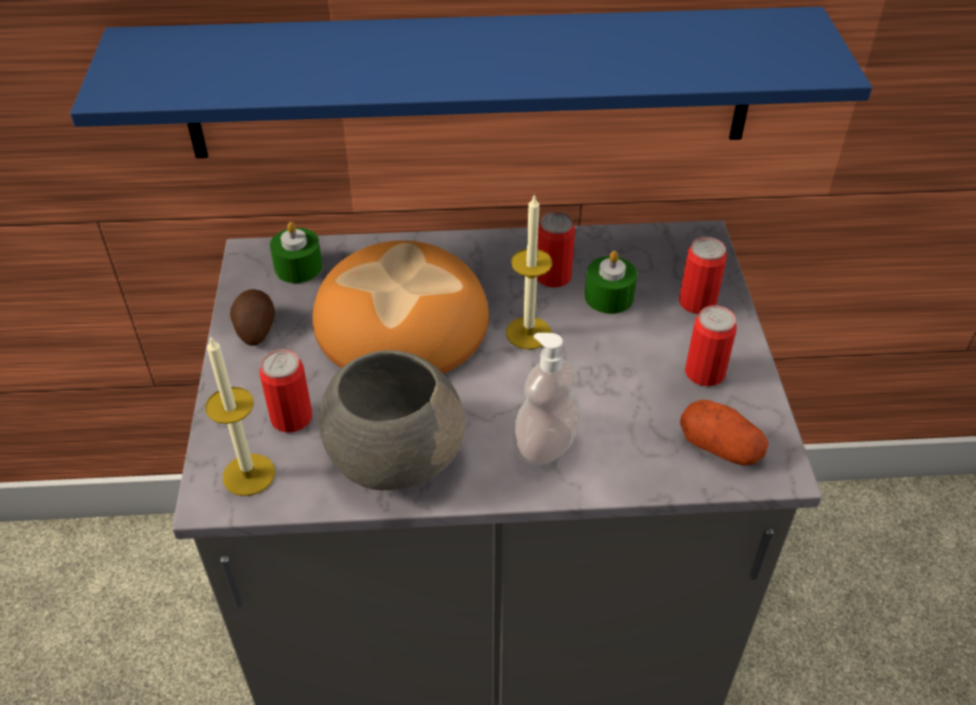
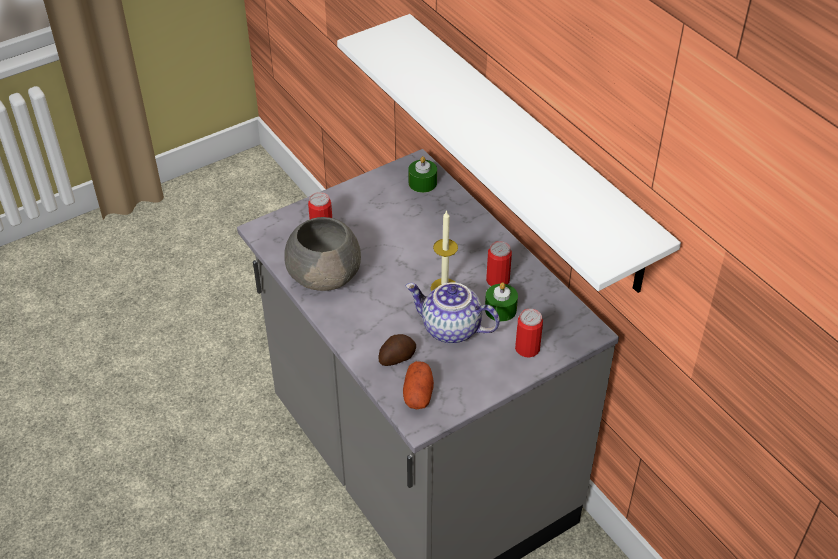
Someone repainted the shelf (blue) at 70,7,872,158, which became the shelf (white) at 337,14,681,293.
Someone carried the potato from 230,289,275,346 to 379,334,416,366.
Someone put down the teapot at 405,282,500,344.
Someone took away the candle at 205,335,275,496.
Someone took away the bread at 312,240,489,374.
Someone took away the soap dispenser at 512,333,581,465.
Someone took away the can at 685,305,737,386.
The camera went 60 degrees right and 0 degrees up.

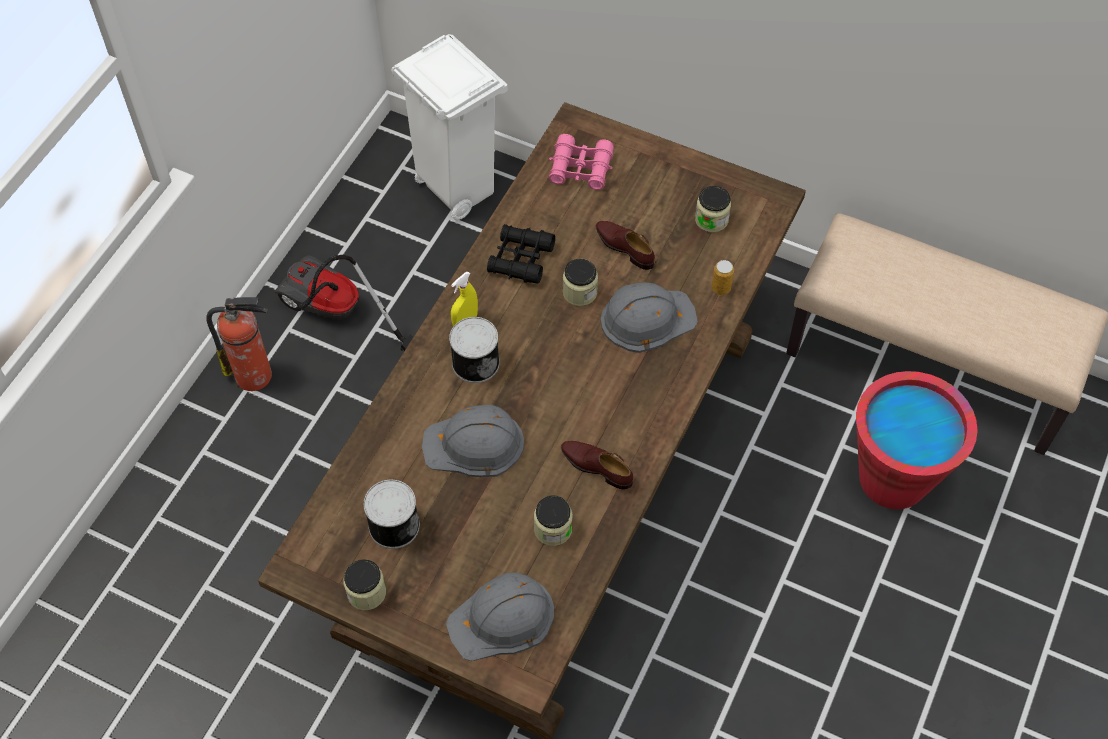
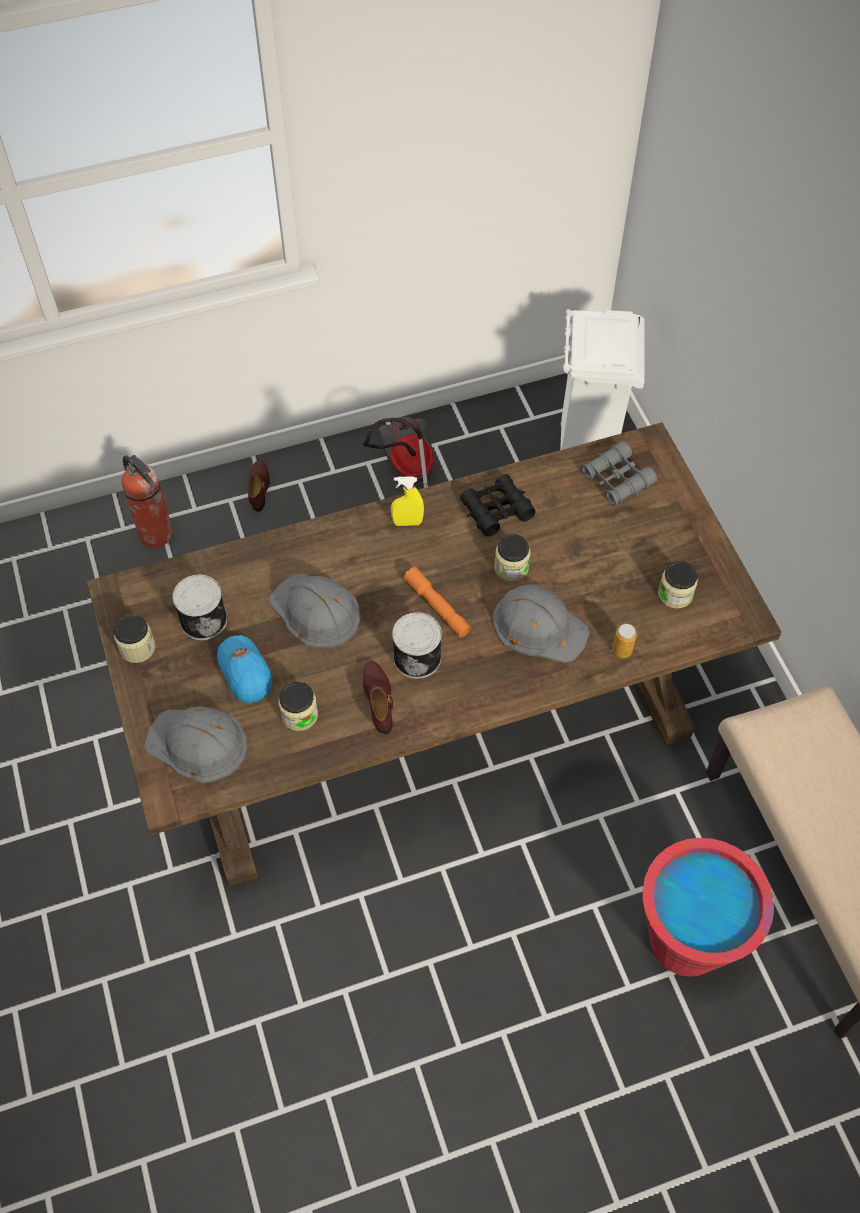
Someone carried the fire extinguisher from 206,297,272,391 to 122,455,173,548.
Someone put down the cap (blue) at 217,635,273,704.
Someone carried the shoe (brown) from 596,221,655,270 to 248,460,270,512.
Someone carried the can from 449,317,500,383 to 392,612,442,679.
Someone put down the flashlight (orange) at 403,567,471,638.
Someone repainted the binoculars (pink) at 549,134,614,190, which became the binoculars (grey) at 581,441,657,506.
The camera went 45 degrees right and 0 degrees up.

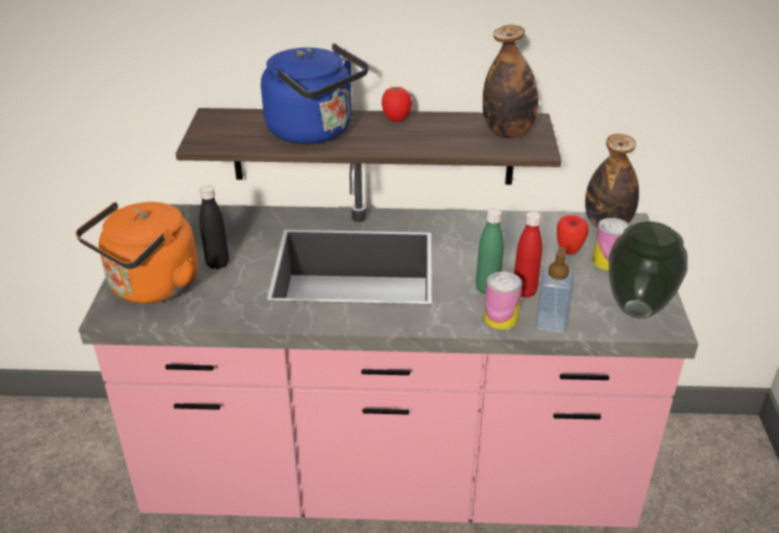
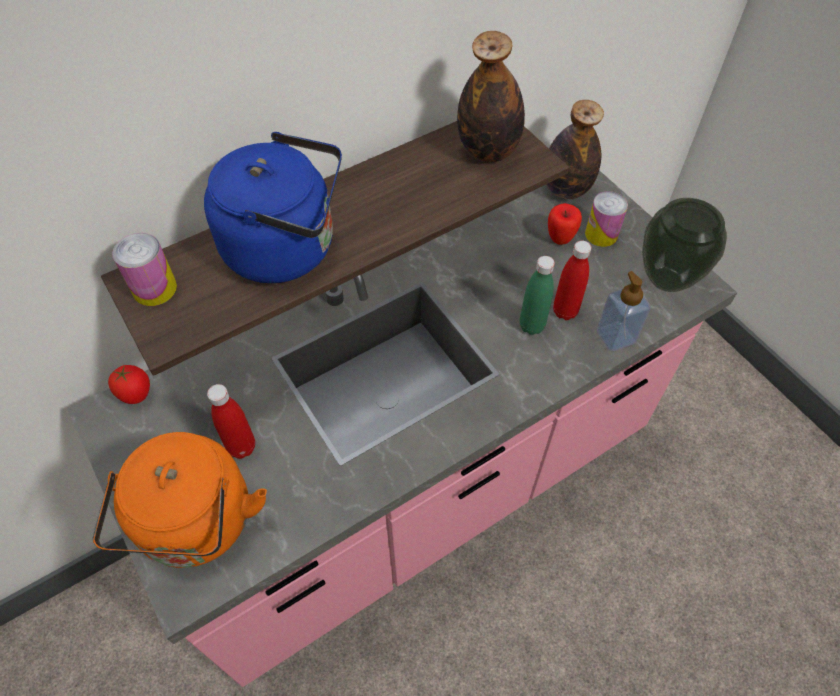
Someone carried the tomato from 382,86,412,122 to 108,365,150,404.
Someone carried the can from 484,271,522,330 to 112,233,177,306.
Someone repainted the bottle (black) at 199,186,229,269, which became the bottle (red) at 207,384,255,459.
The camera went 35 degrees left and 20 degrees up.

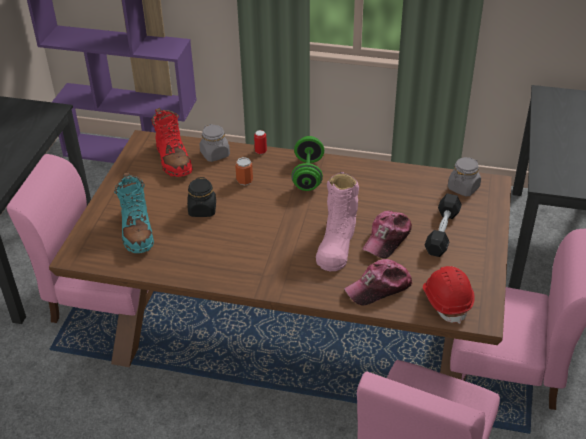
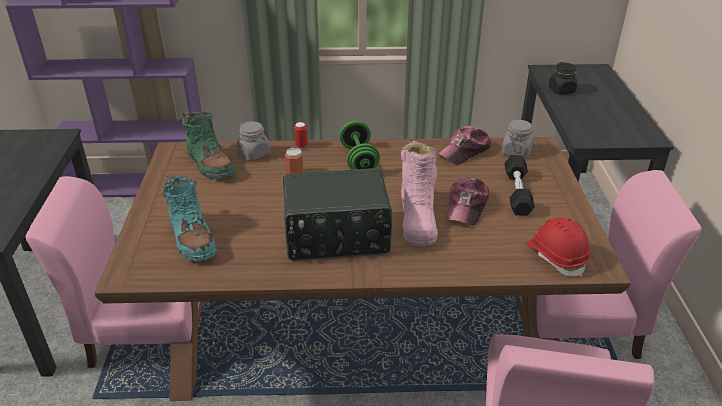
Someone repainted the boot (red) at 152,108,193,177, which became the boot (green) at 182,111,236,179.
Someone put down the radio at 283,168,392,261.
Someone carried the cap from 344,259,413,305 to 438,126,491,165.
Someone carried the jar (black) from 187,177,216,217 to 548,62,578,94.
The camera went 15 degrees left and 5 degrees down.

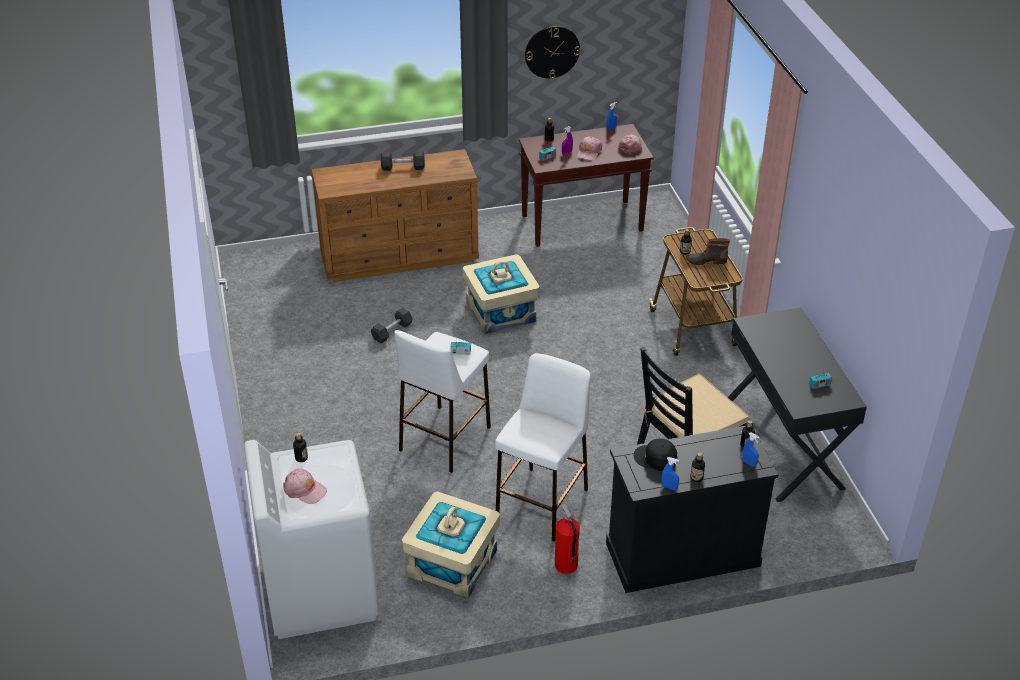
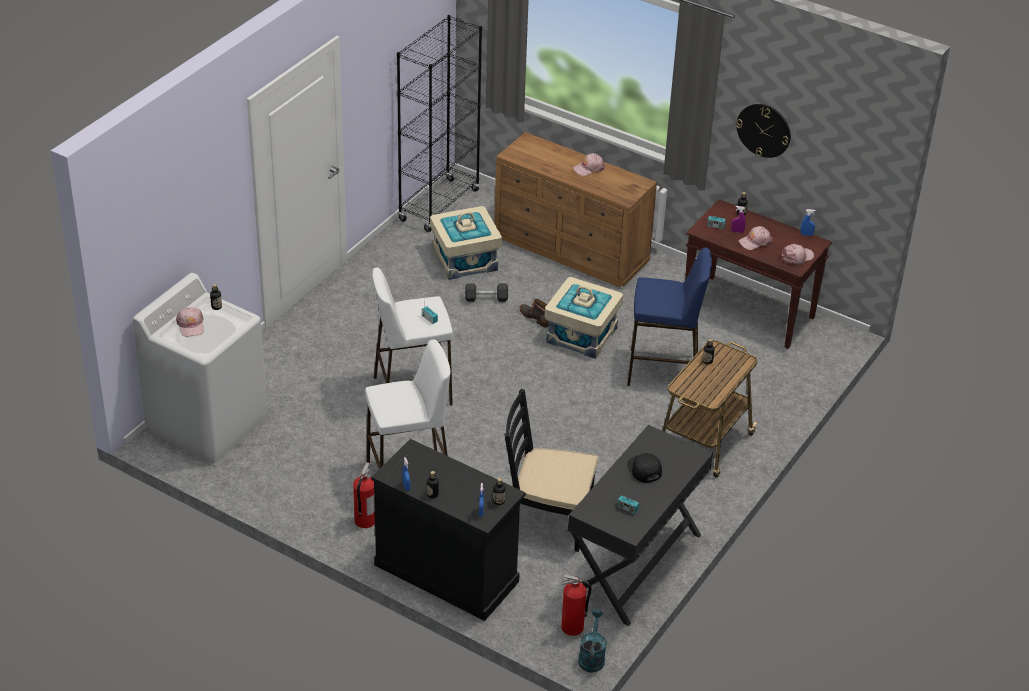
Someone put down the bookcase (black) at 397,15,482,232.
Someone carried the storage box (beige) from 402,491,500,598 to 430,206,502,280.
Someone carried the boot from 686,238,730,265 to 520,299,549,327.
Someone put down the fire extinguisher at 561,574,591,636.
Someone swapped the dumbbell (grey) at 381,151,425,171 for the cap (pink) at 573,153,606,176.
Someone put down the watering can (turquoise) at 578,610,607,673.
Someone put down the stool (blue) at 627,248,712,386.
Someone carried the cap (black) from 634,439,677,471 to 627,453,662,483.
The camera went 45 degrees right and 0 degrees up.

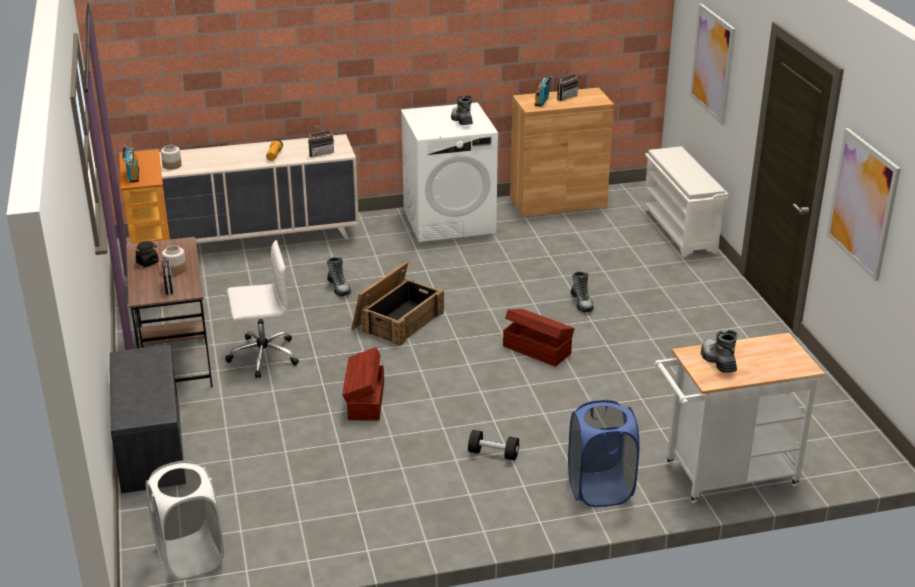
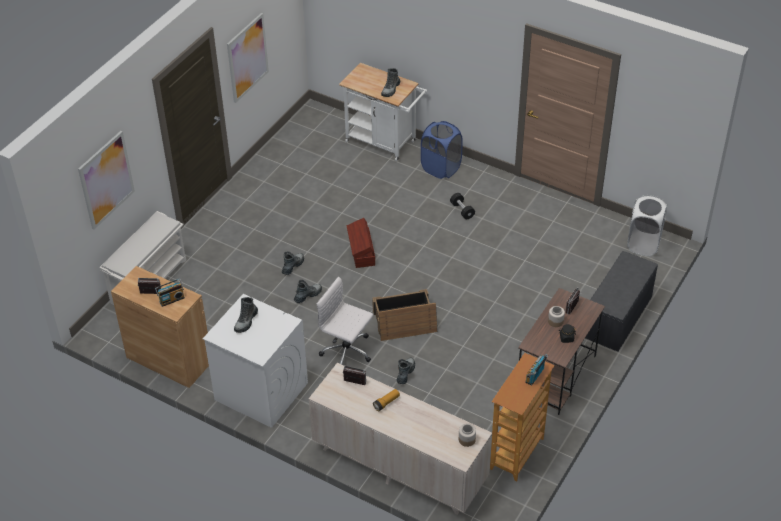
Someone put down the boot at 294,280,322,303.
Someone carried the office chair (white) from 225,240,299,378 to 317,277,373,365.
Someone took away the storage box (brown) at 342,347,384,421.
The camera went 135 degrees left and 15 degrees up.

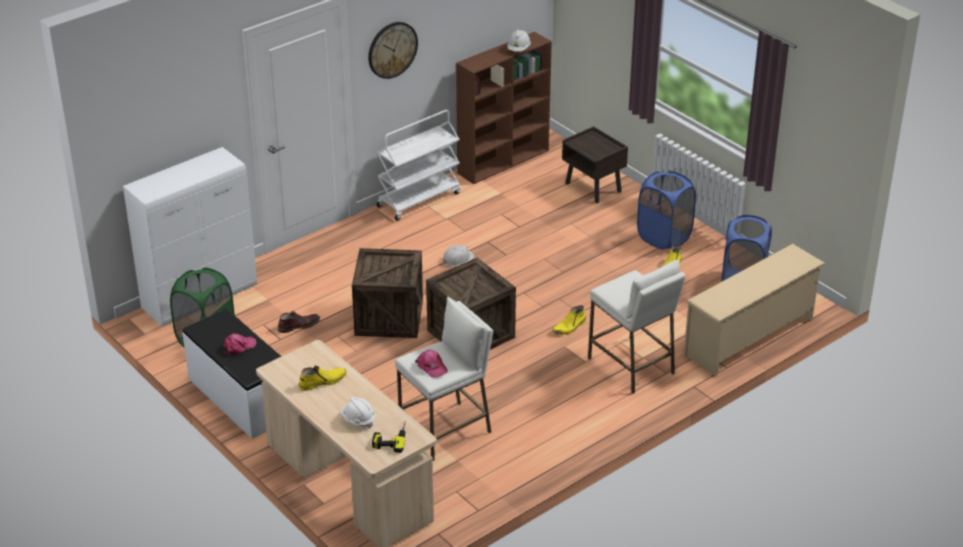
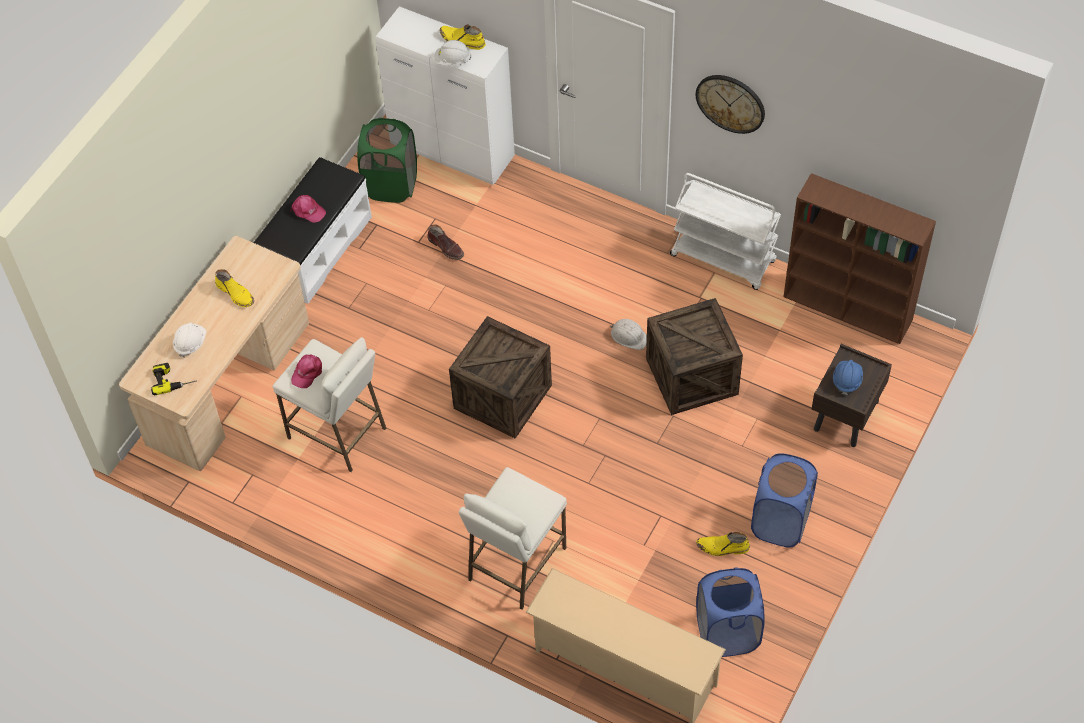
Someone carried the hard hat (white) from 507,30,531,52 to 434,40,471,66.
Someone carried the boot (yellow) from 552,305,586,335 to 439,24,486,50.
Someone carried the crate from 352,248,423,338 to 646,298,743,415.
Someone put down the hard hat (blue) at 833,360,863,395.
The camera went 70 degrees right and 20 degrees up.

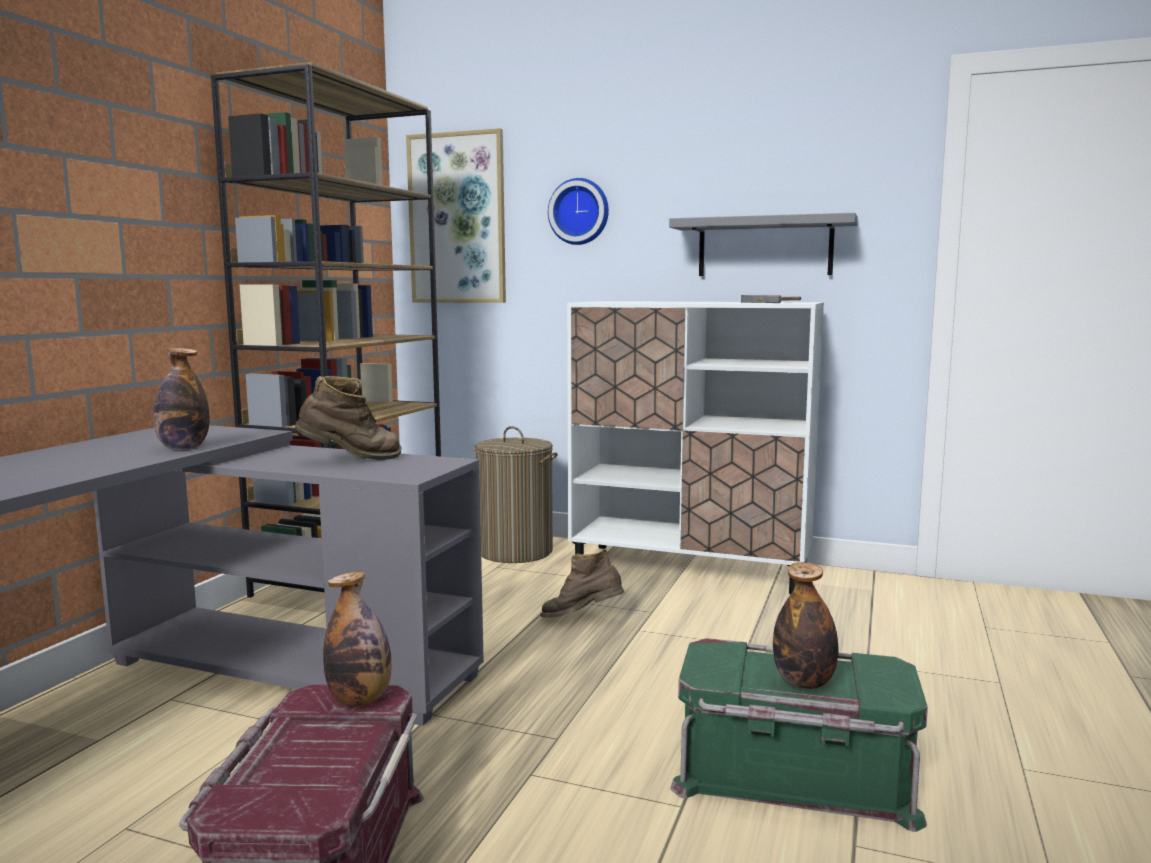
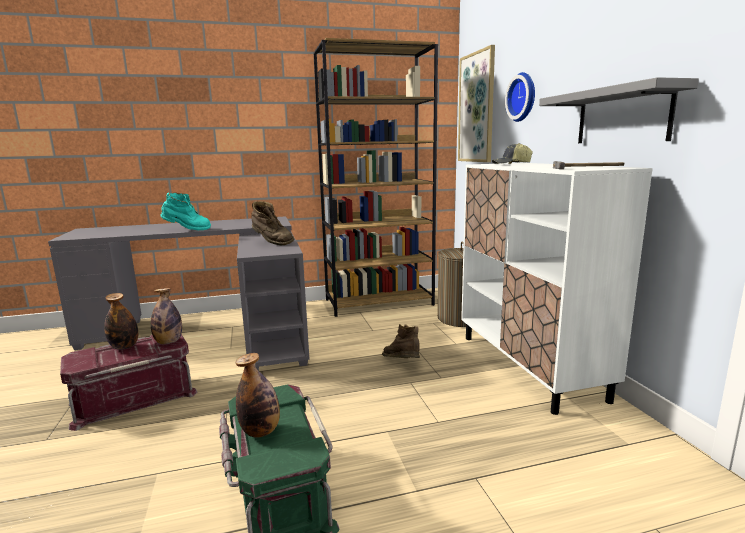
Someone carried the bottle from 153,348,210,449 to 104,293,138,350.
Someone put down the boot (turquoise) at 161,193,211,230.
Someone put down the cap at 492,143,533,164.
The camera went 55 degrees right and 5 degrees up.

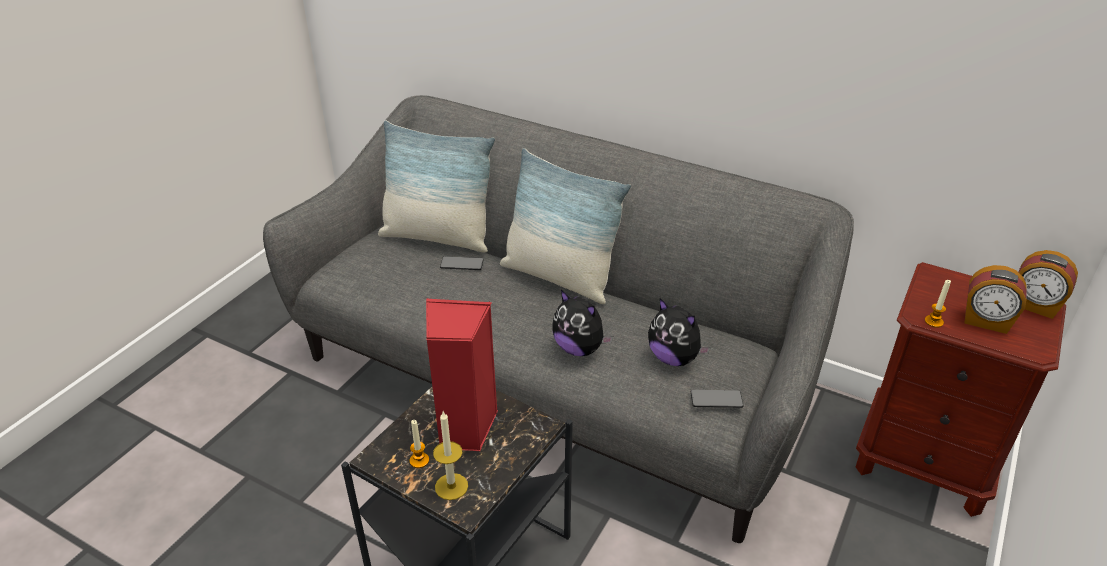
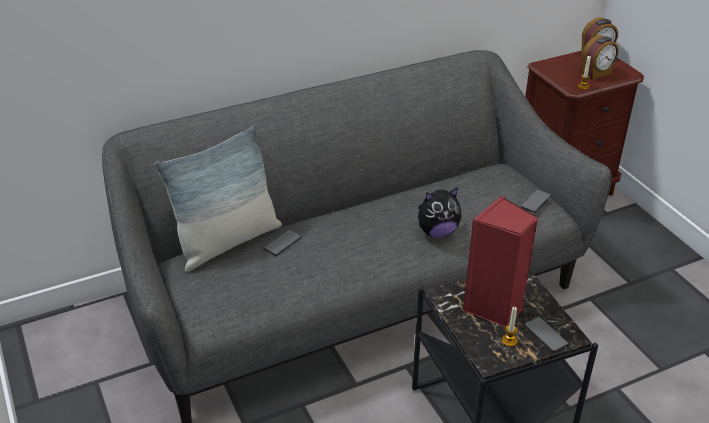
Someone swapped the candle at 433,411,468,500 for the phone at 524,317,569,352.
Someone took away the pillow at 500,148,631,304.
Someone took away the plush toy at 648,298,711,366.
The camera went 55 degrees left and 0 degrees up.

